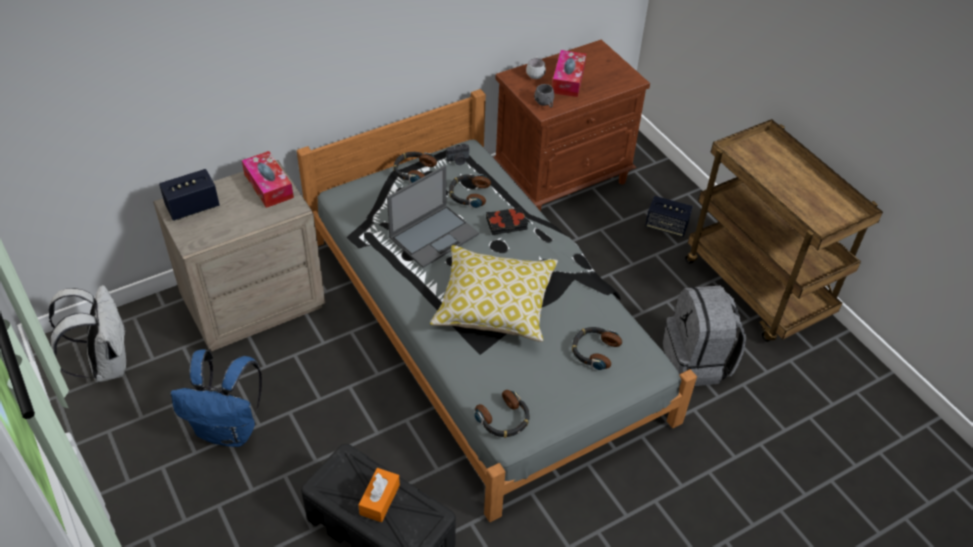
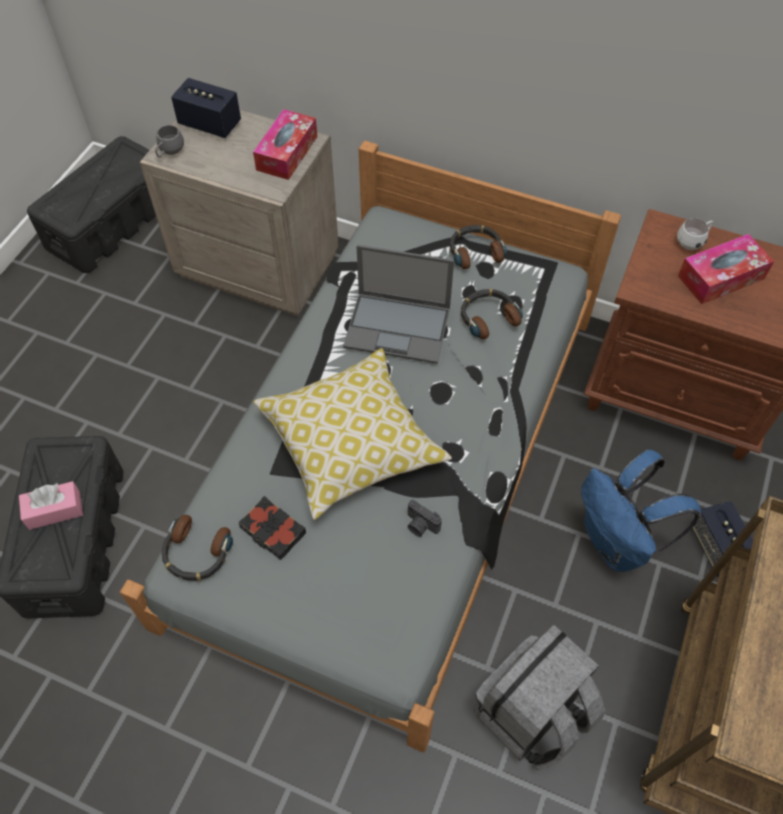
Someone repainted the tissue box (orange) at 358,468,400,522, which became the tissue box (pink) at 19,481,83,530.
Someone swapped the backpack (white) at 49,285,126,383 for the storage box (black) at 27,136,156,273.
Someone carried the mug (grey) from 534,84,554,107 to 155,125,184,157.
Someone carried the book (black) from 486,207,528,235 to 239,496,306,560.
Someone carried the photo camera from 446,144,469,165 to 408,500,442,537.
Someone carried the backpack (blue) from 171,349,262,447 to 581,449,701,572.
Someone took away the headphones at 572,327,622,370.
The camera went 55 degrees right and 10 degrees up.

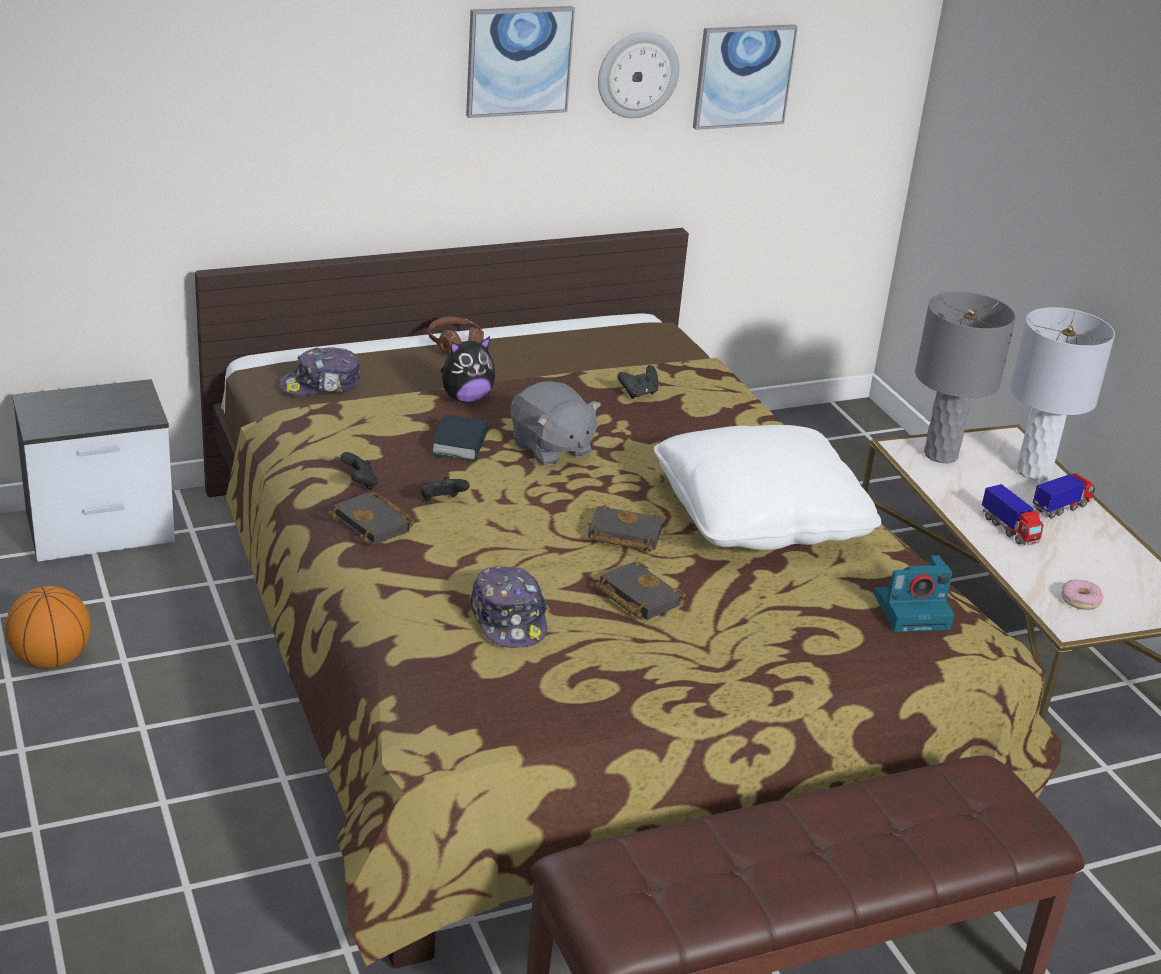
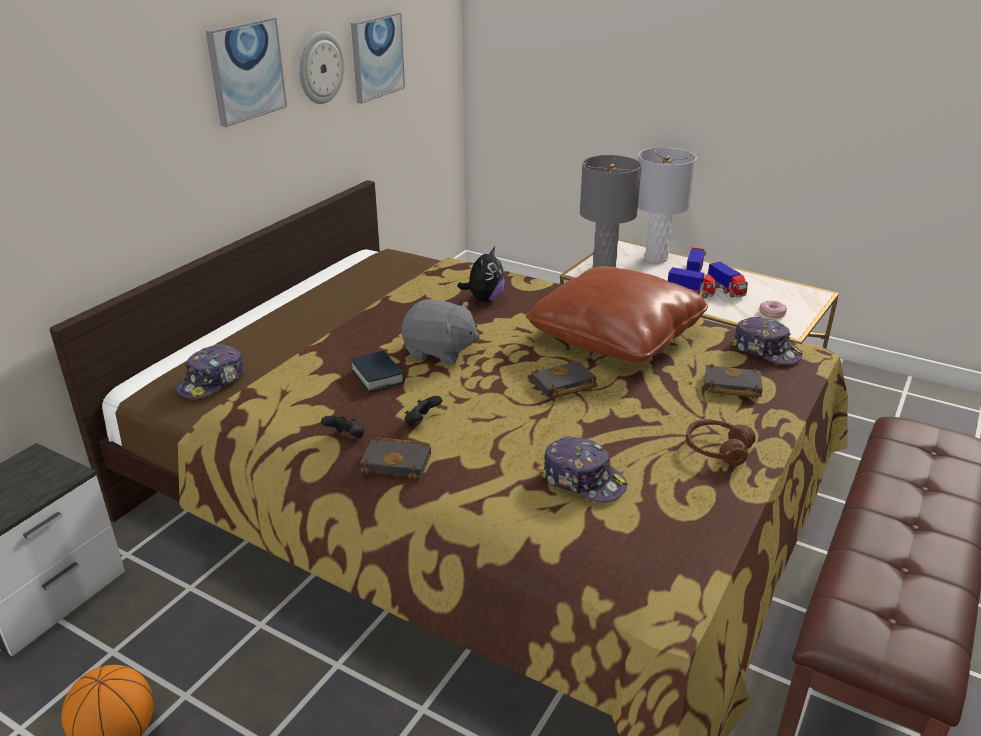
Someone carried the plush toy from 441,336,495,403 to 457,247,505,302.
Someone repainted the pillow (white) at 654,425,882,550, which became the pillow (brown) at 526,266,708,362.
Someone carried the headphones (brown) from 428,316,484,354 to 686,419,756,466.
Someone carried the book (black) from 595,561,686,620 to 704,364,763,399.
Someone put down the toy truck at 708,262,748,298.
Someone swapped the photo camera at 874,555,954,632 for the cap at 731,317,802,365.
Someone took away the game controller (black) at 617,365,658,399.
The camera went 35 degrees left and 0 degrees up.

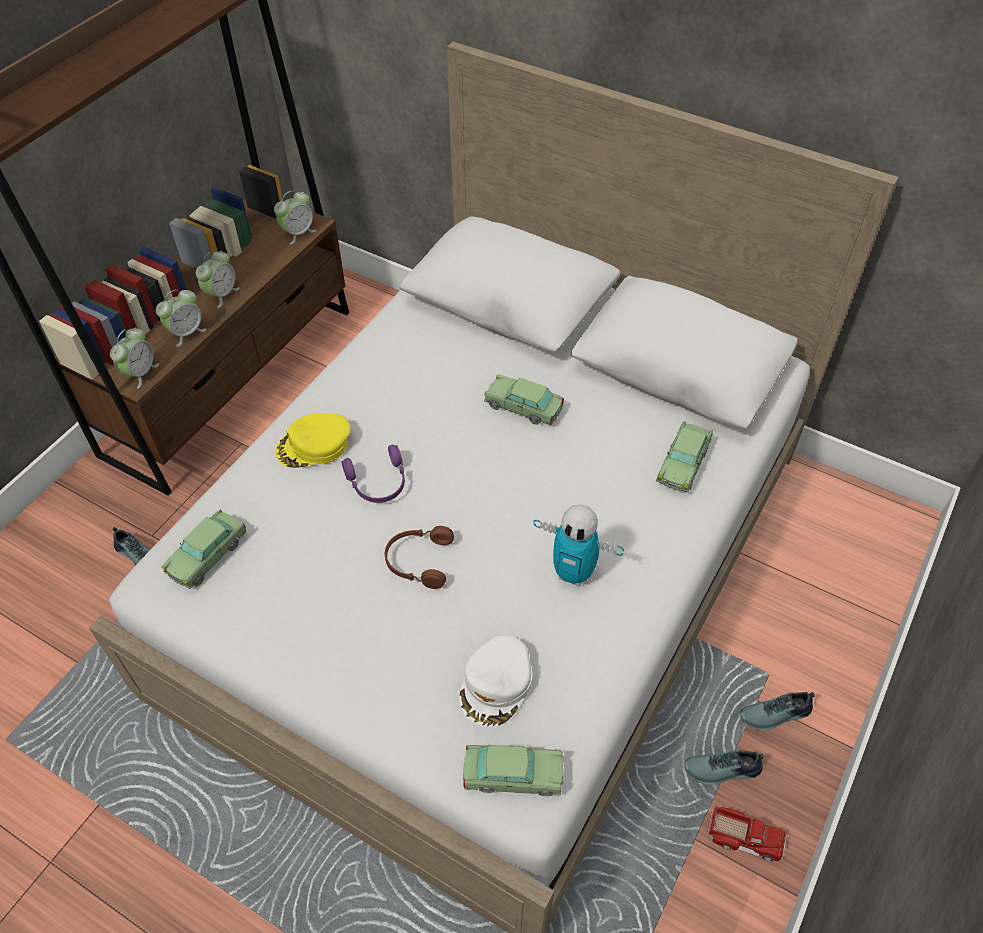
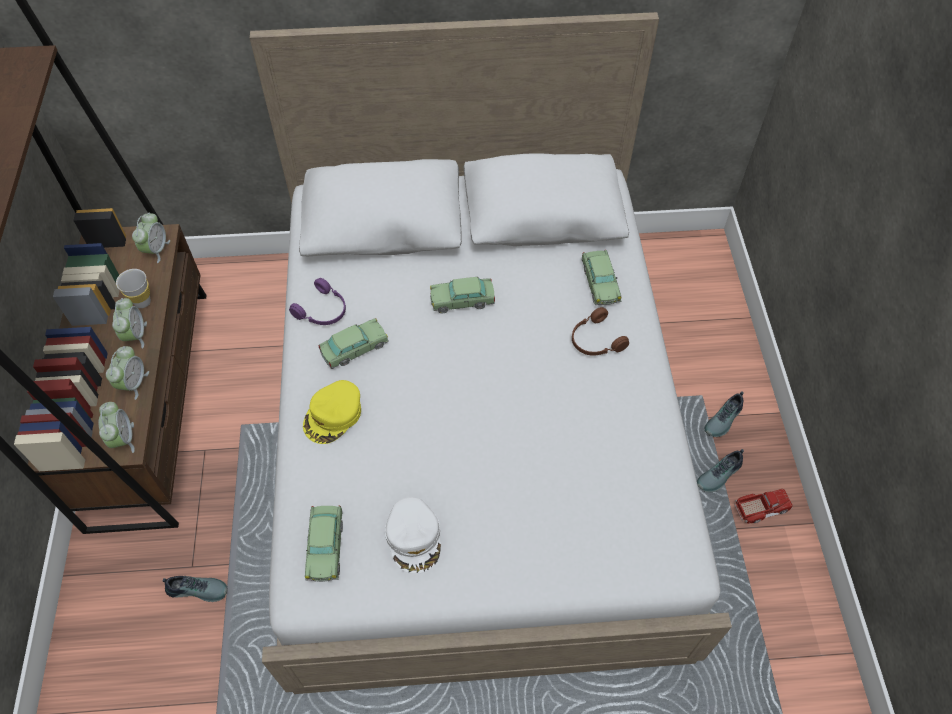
Someone put down the cup (white) at 116,269,151,308.
Someone carried the headphones (purple) from 342,445,405,503 to 289,278,346,325.
Someone carried the toy car from 463,745,564,796 to 318,318,389,369.
Someone carried the cap (white) from 459,635,532,727 to 385,497,441,574.
Someone carried the headphones (brown) from 385,526,454,589 to 572,307,629,356.
Someone took away the toy robot at 533,505,624,586.
The camera went 35 degrees left and 5 degrees up.

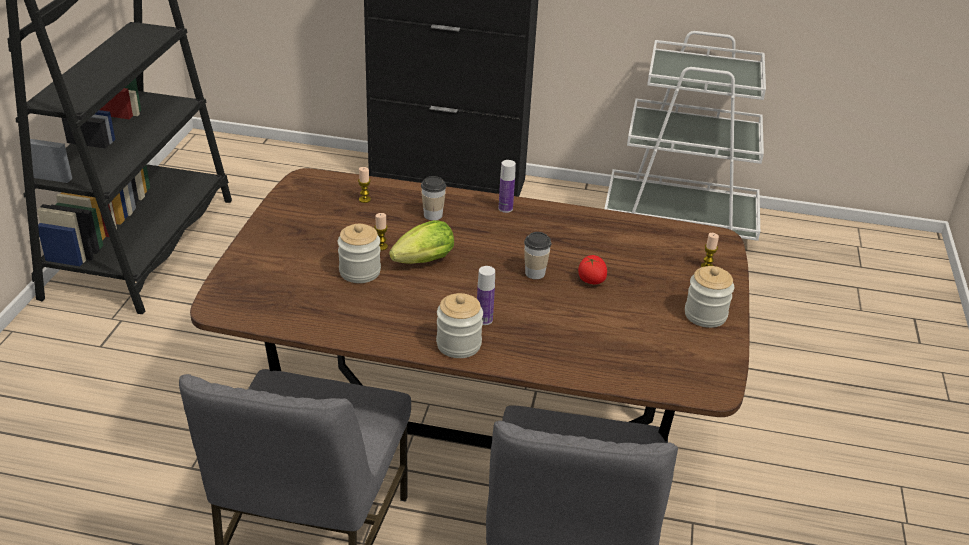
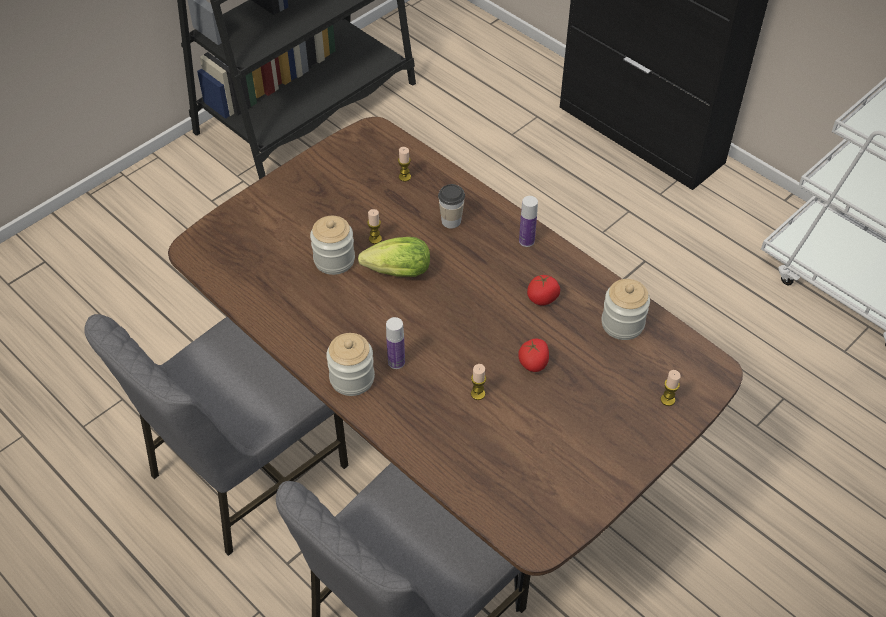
Someone put down the candle at 471,364,486,400.
Someone put down the tomato at 527,274,560,305.
Someone carried the jar from 685,266,734,328 to 601,279,650,340.
Someone took away the cup at 524,232,551,279.
The camera went 35 degrees right and 15 degrees up.

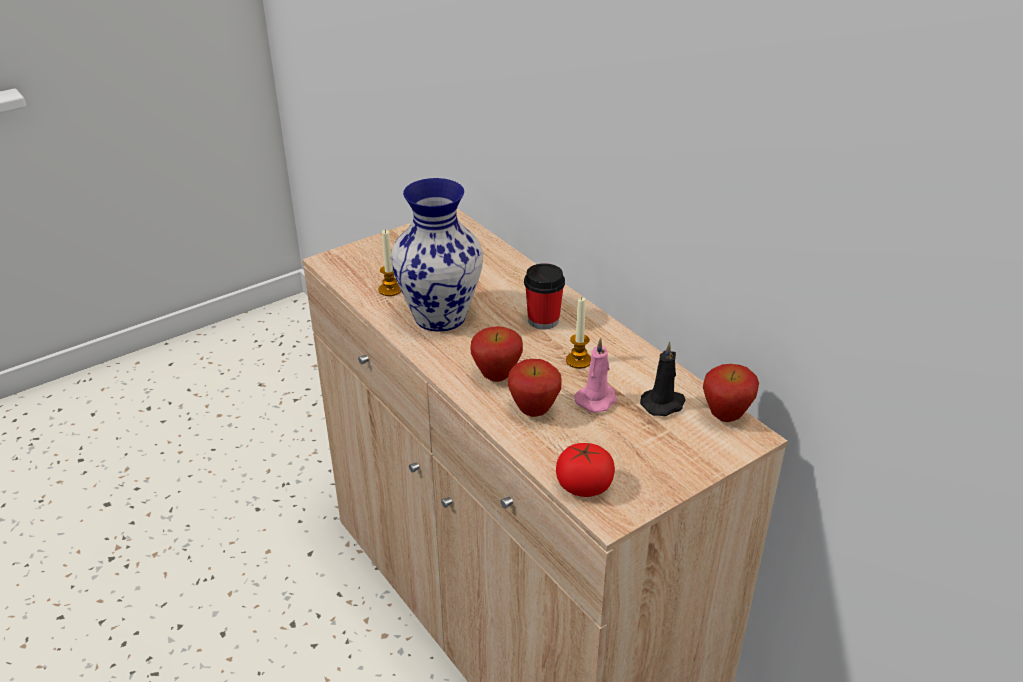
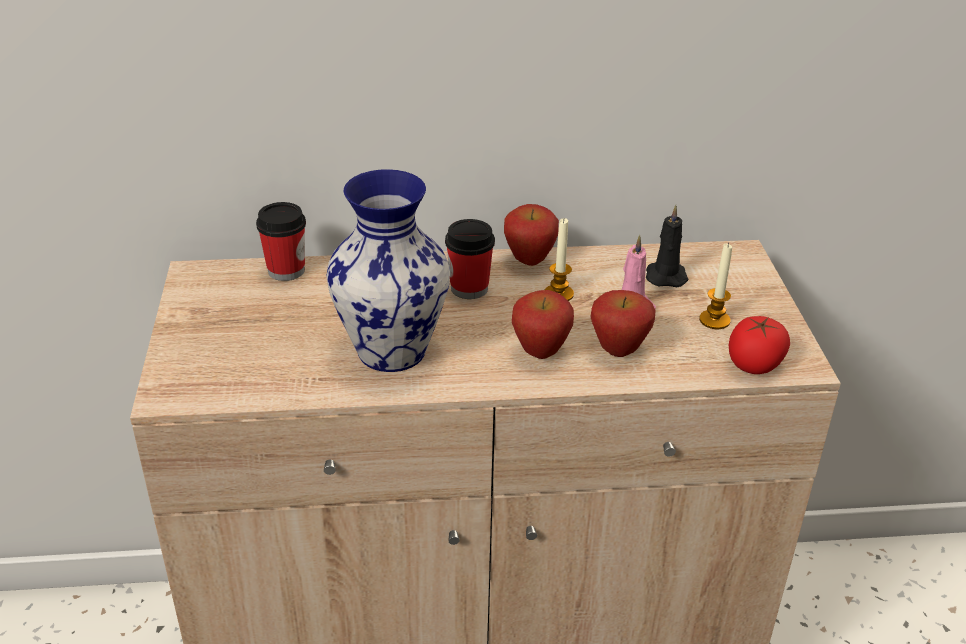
Someone put down the cup at 256,202,306,281.
Someone carried the apple from 703,364,759,422 to 504,204,559,266.
Someone carried the candle from 378,229,401,296 to 699,243,732,329.
The camera went 60 degrees left and 0 degrees up.

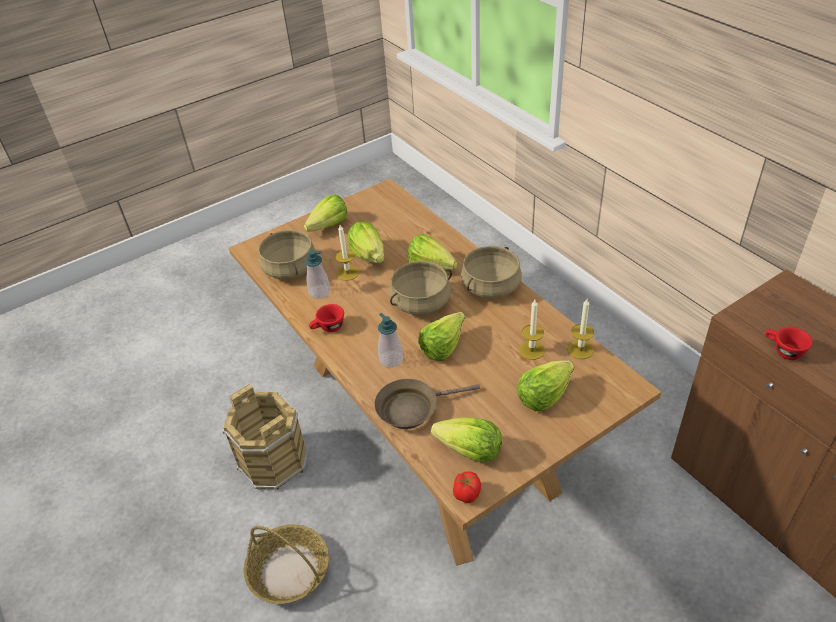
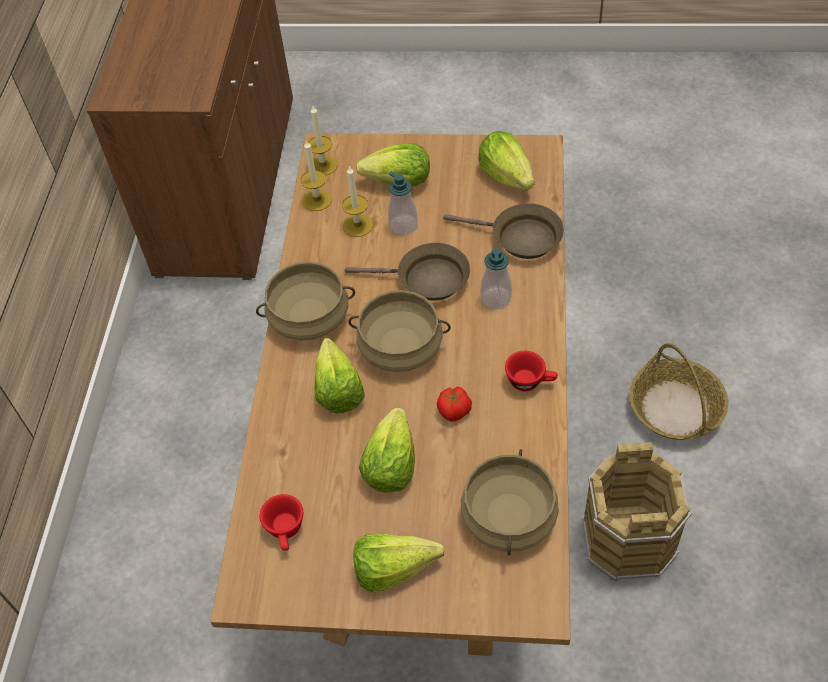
Someone carried the cup (red) from 765,327,813,360 to 260,494,303,551.
Someone carried the candle from 335,225,359,281 to 308,106,338,175.
Someone swapped the lettuce at 418,312,465,361 for the frying pan (brown) at 345,243,470,300.
Someone carried the soap dispenser from 305,250,330,299 to 388,172,418,235.
Someone carried the tomato from 453,471,481,503 to 437,386,472,422.
The camera went 140 degrees left and 10 degrees up.

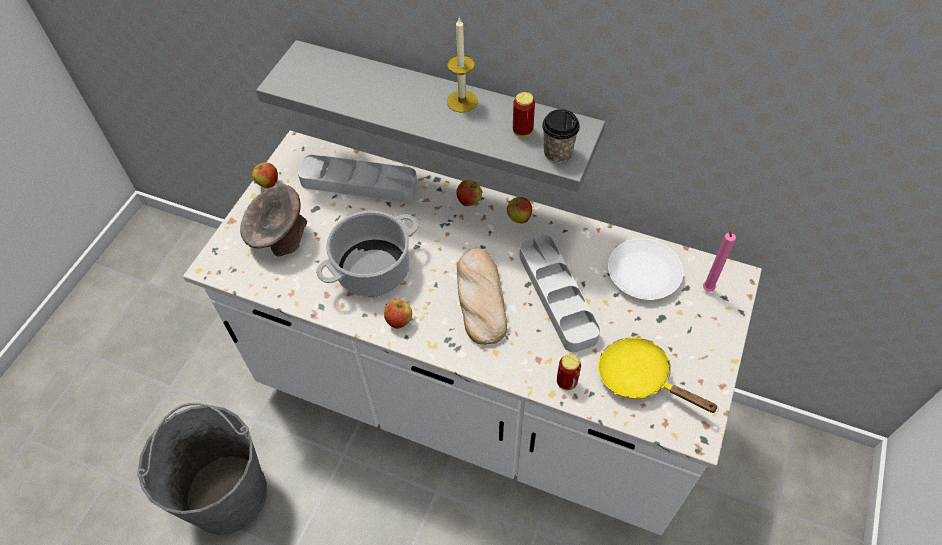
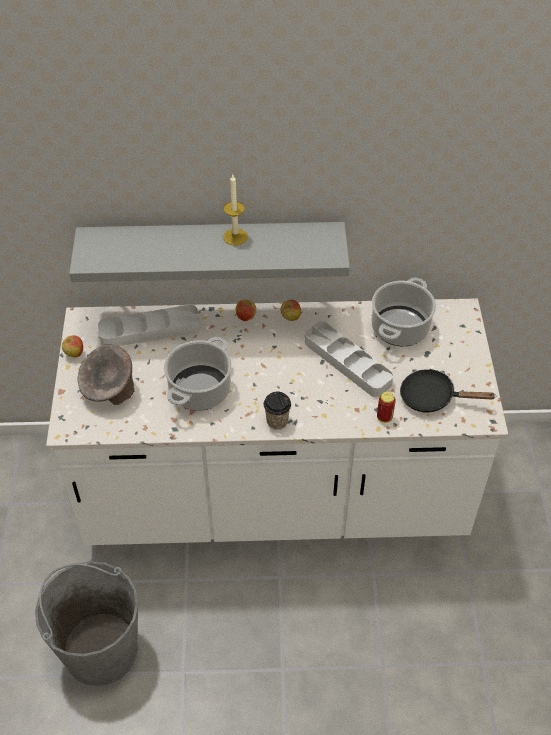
Someone carried the cup from 542,109,580,163 to 264,392,291,430.
Someone swapped the plate (white) at 608,239,683,300 for the cooking pot at 371,278,436,346.
Someone repainted the frying pan (yellow) at 598,337,719,413, which became the frying pan (black) at 400,369,495,413.
Someone took away the apple at 384,299,412,329.
Someone took away the bread at 457,248,507,345.
Someone took away the can at 513,92,535,137.
Someone took away the candle (pink) at 703,221,736,292.
The camera went 25 degrees left and 5 degrees down.

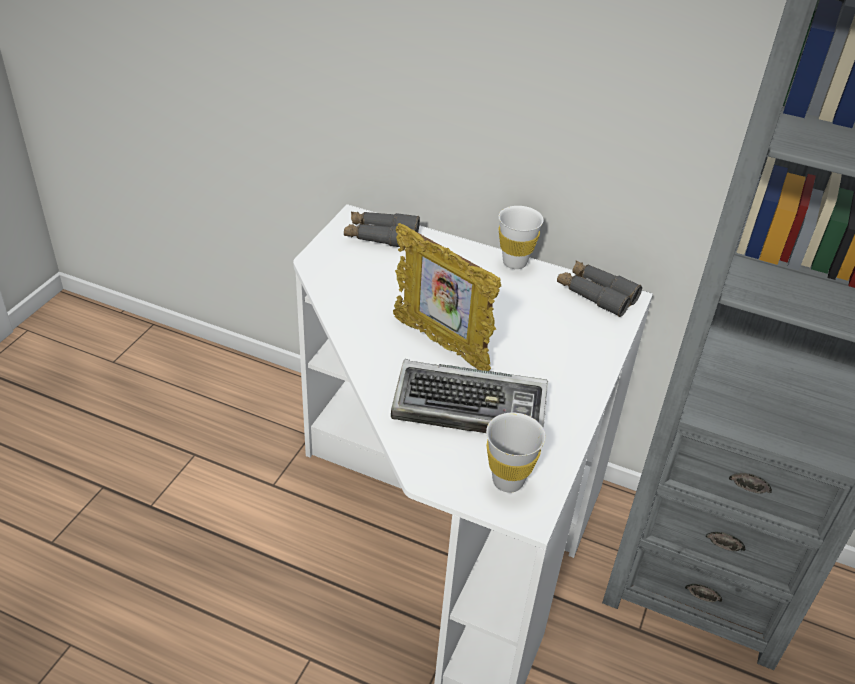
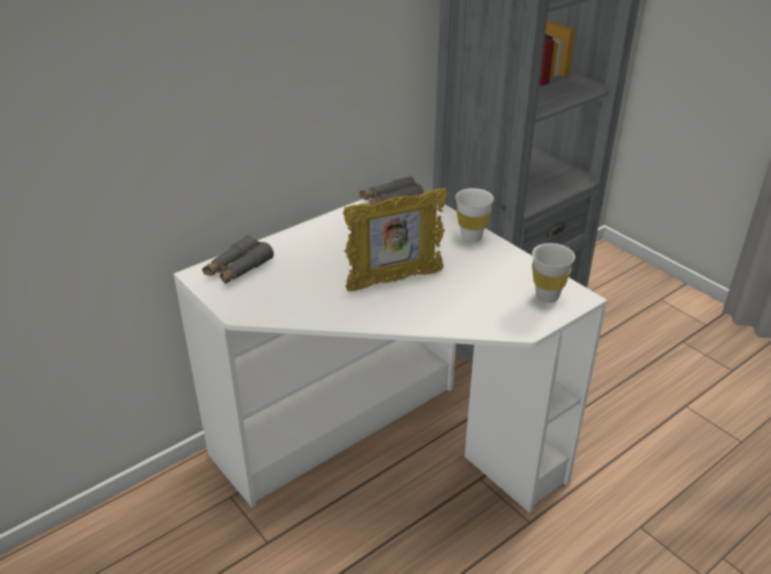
Someone carried the cup (white) from 499,206,544,269 to 455,188,494,242.
Someone took away the keyboard at 391,359,548,433.
The camera went 60 degrees left and 5 degrees down.

